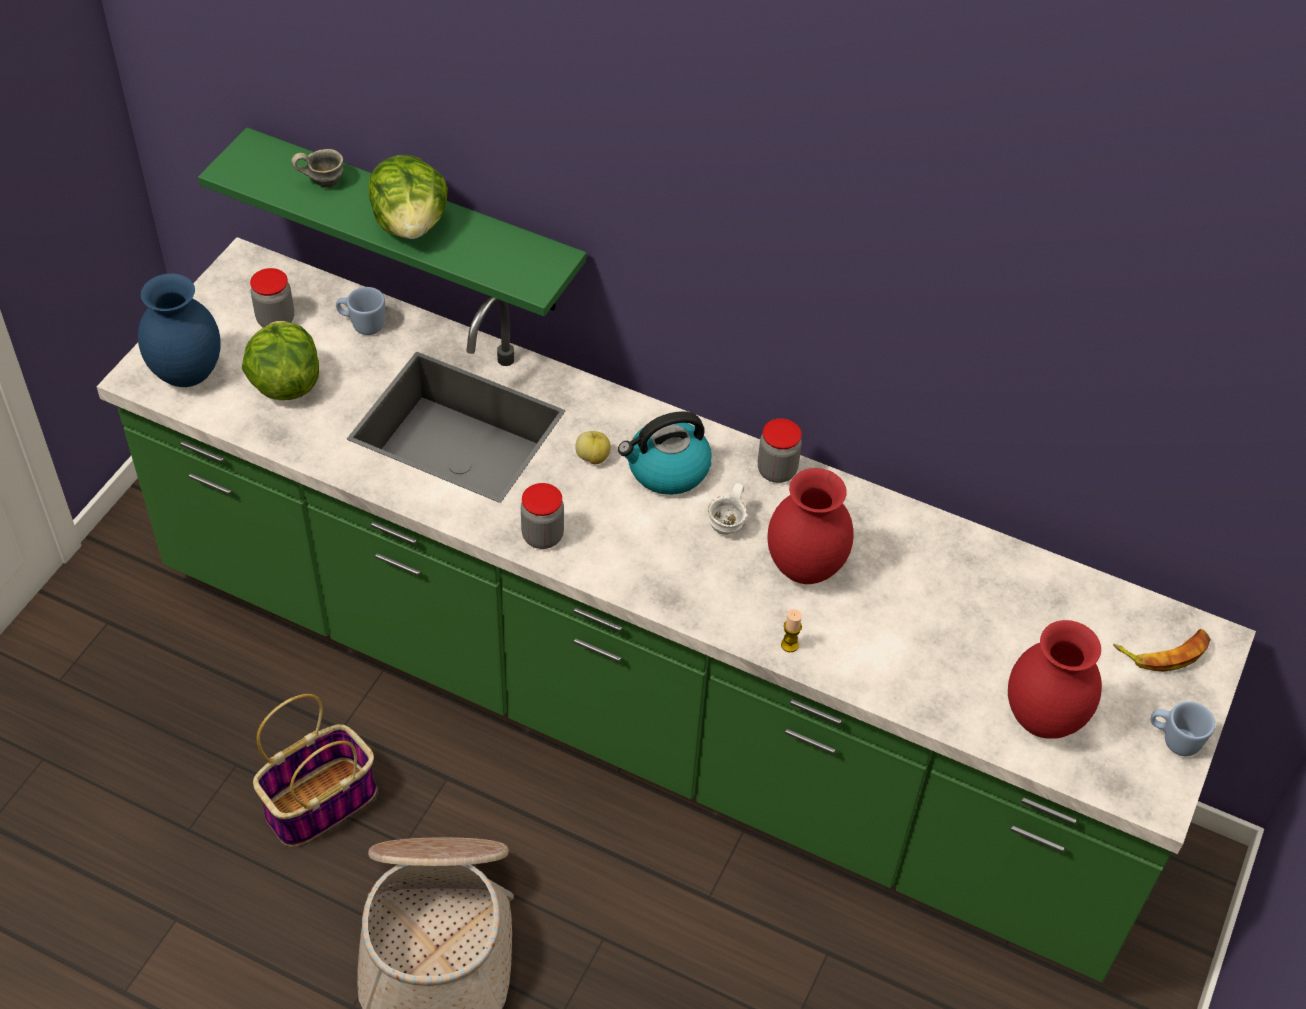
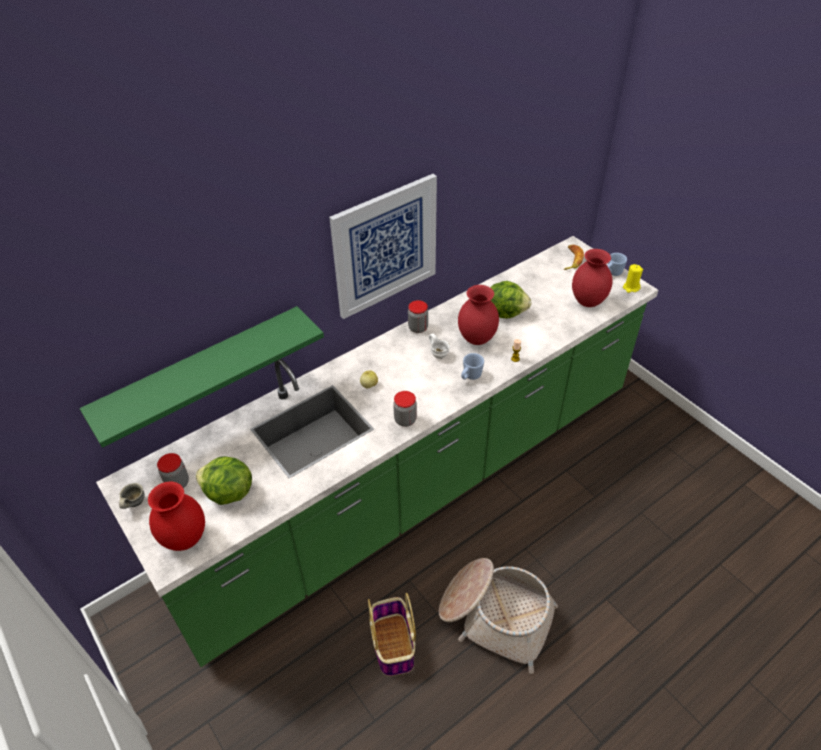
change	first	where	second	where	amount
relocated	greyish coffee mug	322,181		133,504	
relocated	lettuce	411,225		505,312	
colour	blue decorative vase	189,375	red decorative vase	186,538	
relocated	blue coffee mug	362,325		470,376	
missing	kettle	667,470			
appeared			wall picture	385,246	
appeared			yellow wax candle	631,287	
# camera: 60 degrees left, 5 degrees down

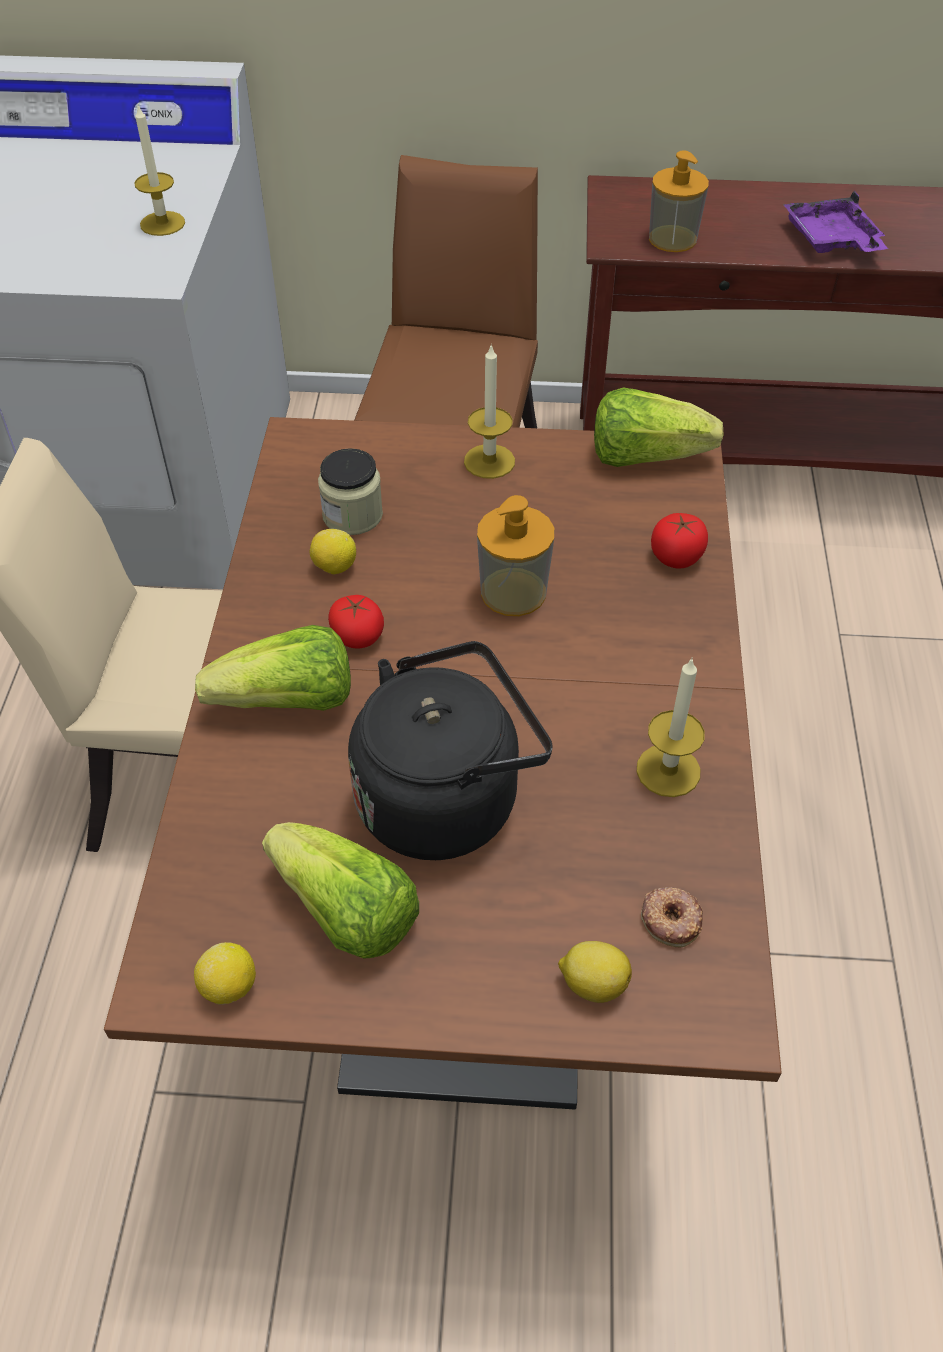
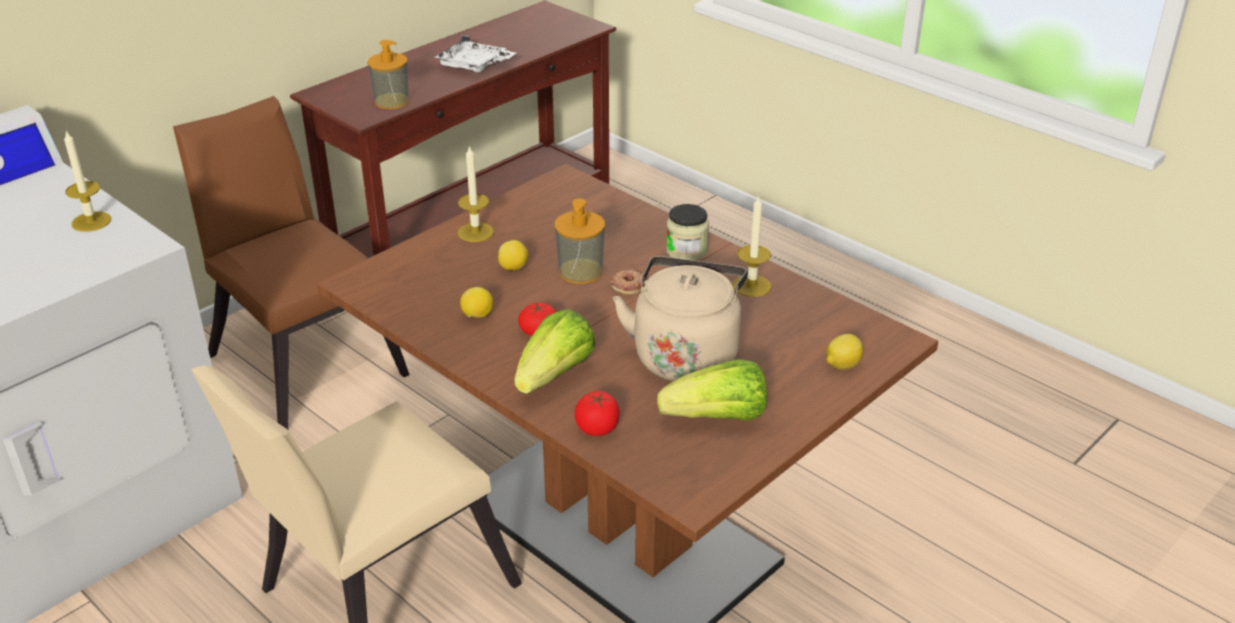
change	first	where	second	where	amount
colour	purple carrying tray	831,240	white carrying tray	474,65	
missing	lettuce	645,456			
relocated	storage jar	352,515		686,251	
relocated	fresh tomato	676,557		597,428	
colour	black-coloured kettle	445,797	beige kettle	685,355	
relocated	ring doughnut	671,919		628,285	
relocated	citrus fruit	229,987		514,268	
# camera: 50 degrees left, 15 degrees down

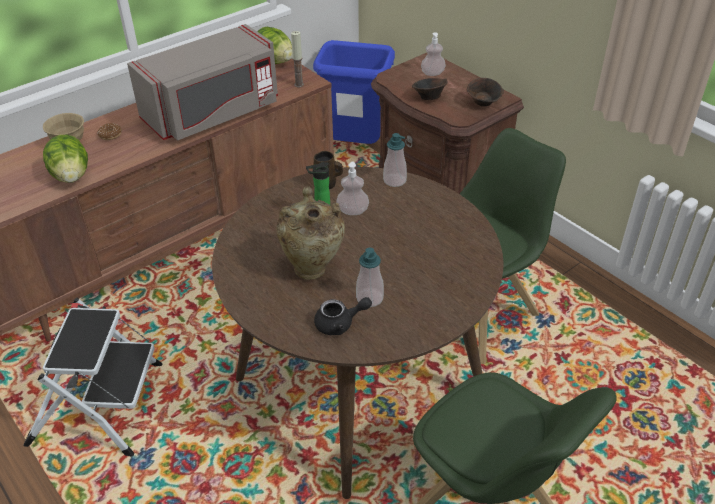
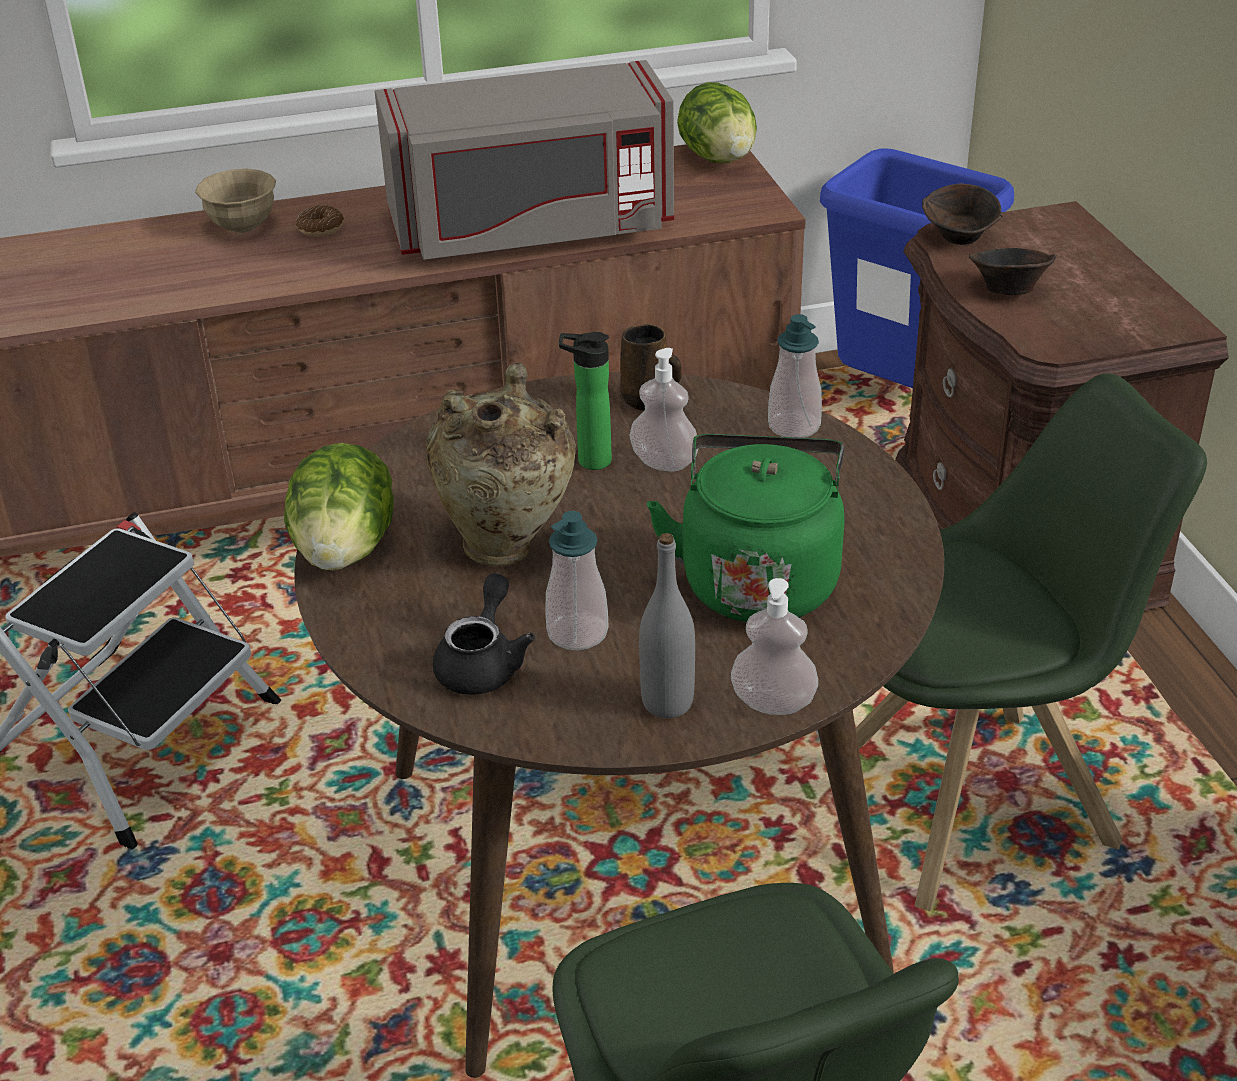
change	first	where	second	where	amount
missing	wax candle	299,84			
relocated	liquid soap bottle	432,73		773,702	
relocated	brown-coloured deep dish	484,103		960,239	
relocated	lettuce	71,176		345,551	
spun	black-coloured teapot	340,324		483,663	90 degrees counterclockwise
appeared			green kettle	758,580	
appeared			greyish beverage bottle	667,702	
# camera: 25 degrees right, 5 degrees down

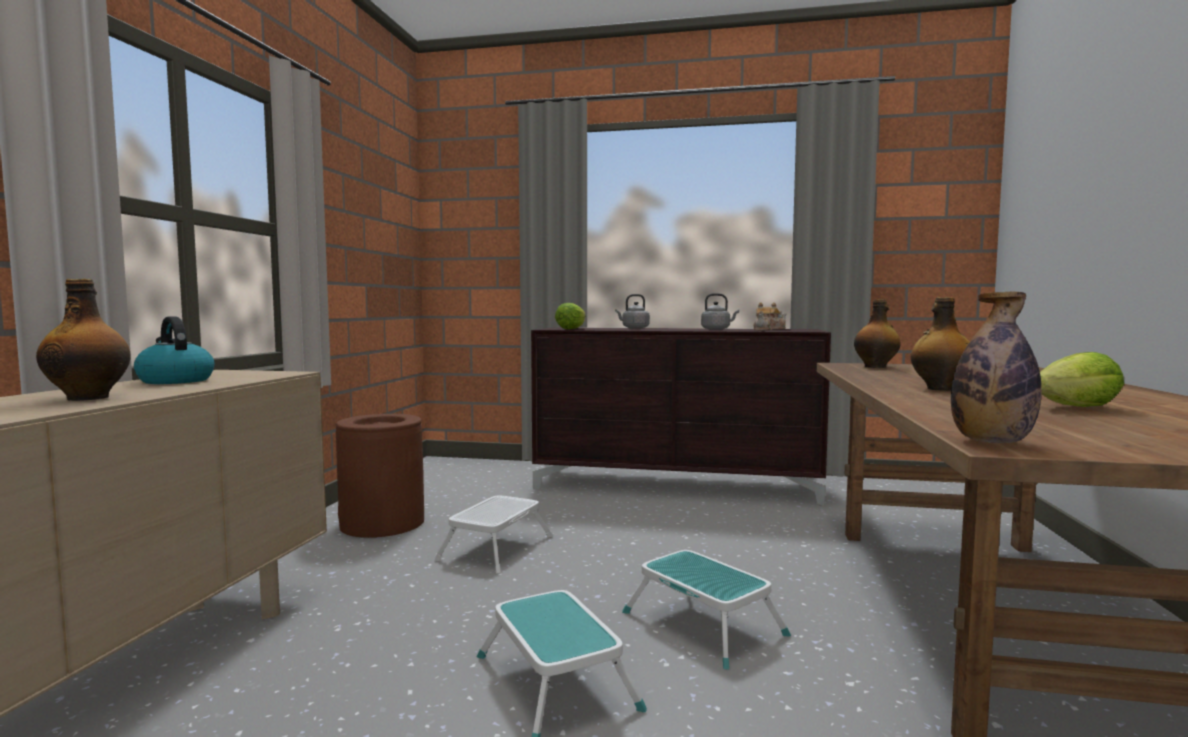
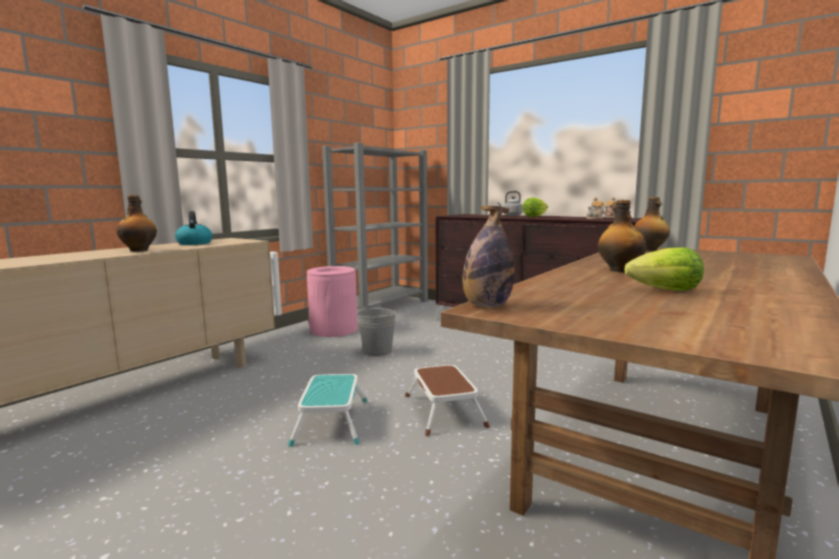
change	first	where	second	where	amount
missing	greyish kettle	717,329			
relocated	lettuce	571,329		534,216	
colour	brown-coloured trash can	382,523	pinkish trash can	333,330	
exchanged	white step ladder	496,548	greyish bucket	377,351	
colour	blue-green step ladder	702,623	brown-coloured step ladder	443,410	
appeared			greyish bookshelf	381,307	
# camera: 25 degrees right, 5 degrees up

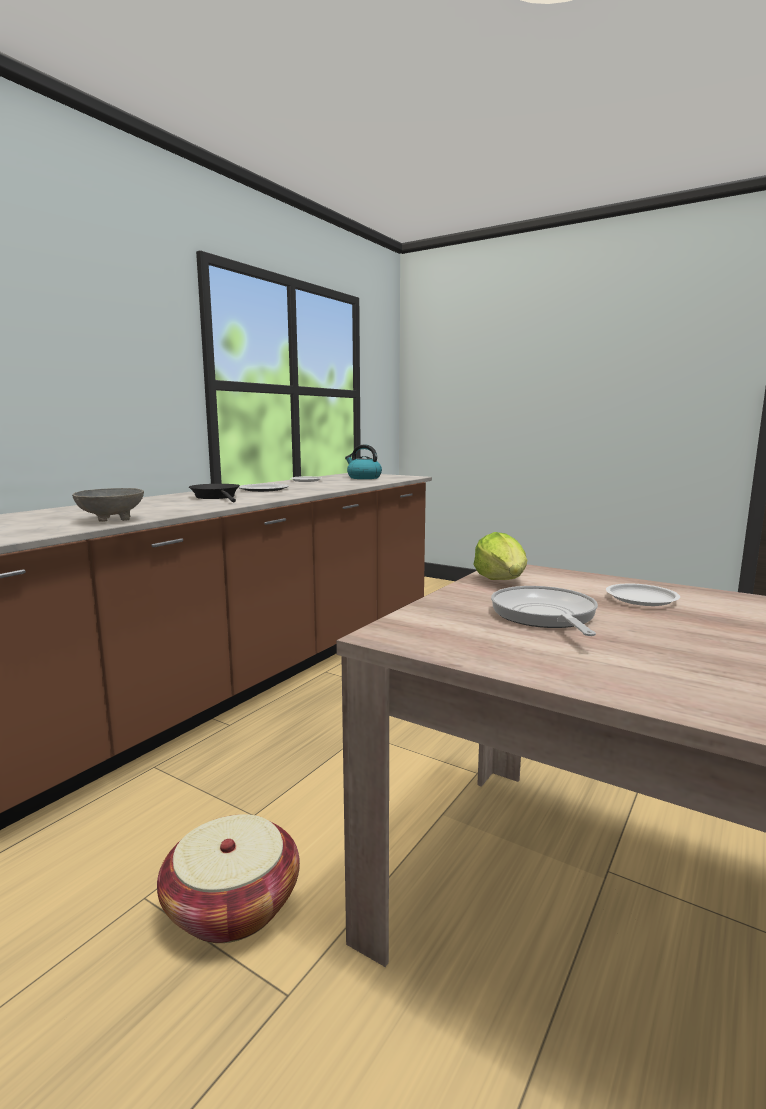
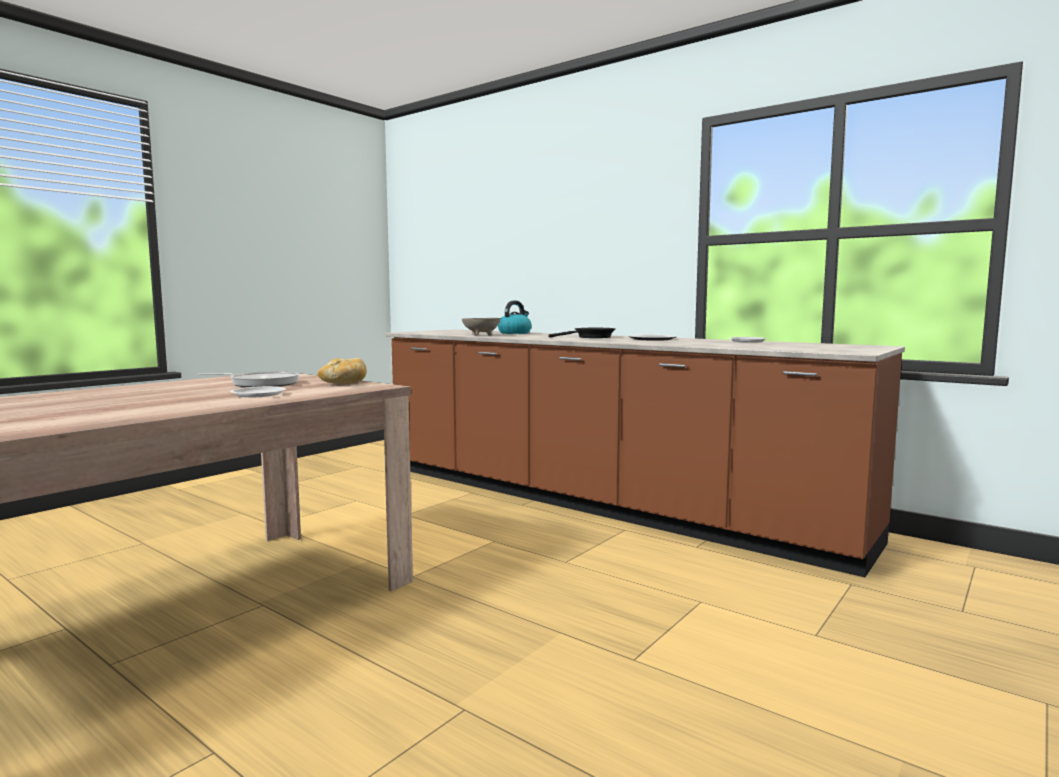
change	first	where	second	where	amount
relocated	kettle	363,478		515,333	
exchanged	lettuce	502,581	bread	343,383	
missing	storage basket	232,905			
# camera: 95 degrees right, 5 degrees down

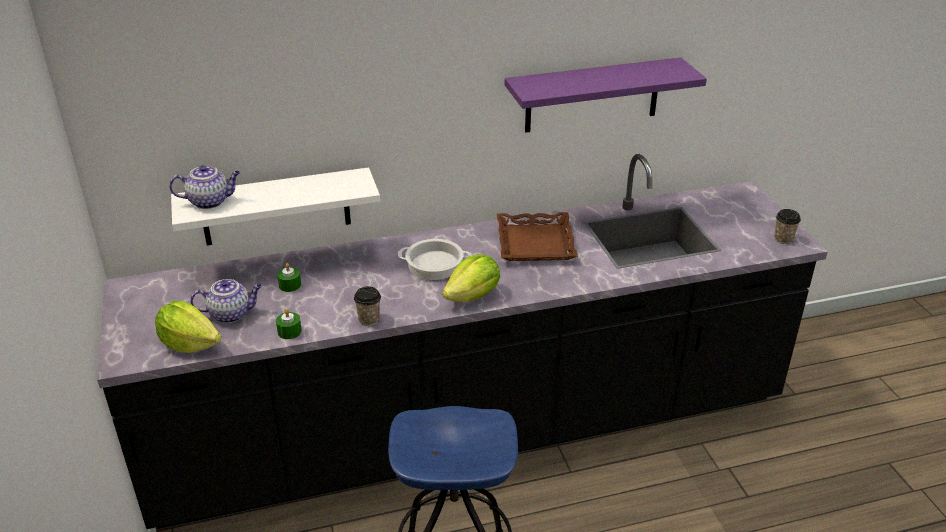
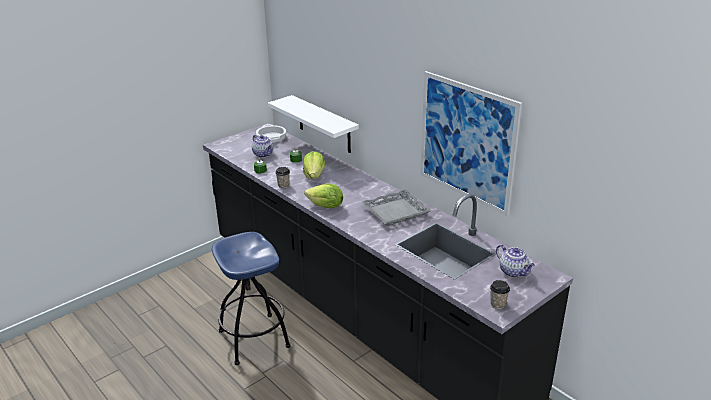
change	first	where	second	where	amount
exchanged	purple wall shelf	592,95	wall picture	467,142	
relocated	teapot	210,201		514,272	
colour	brown-coloured carrying tray	534,243	greyish carrying tray	395,211	
relocated	cooking pot	434,265		271,137	
relocated	lettuce	189,344		314,175	
# camera: 65 degrees right, 5 degrees down

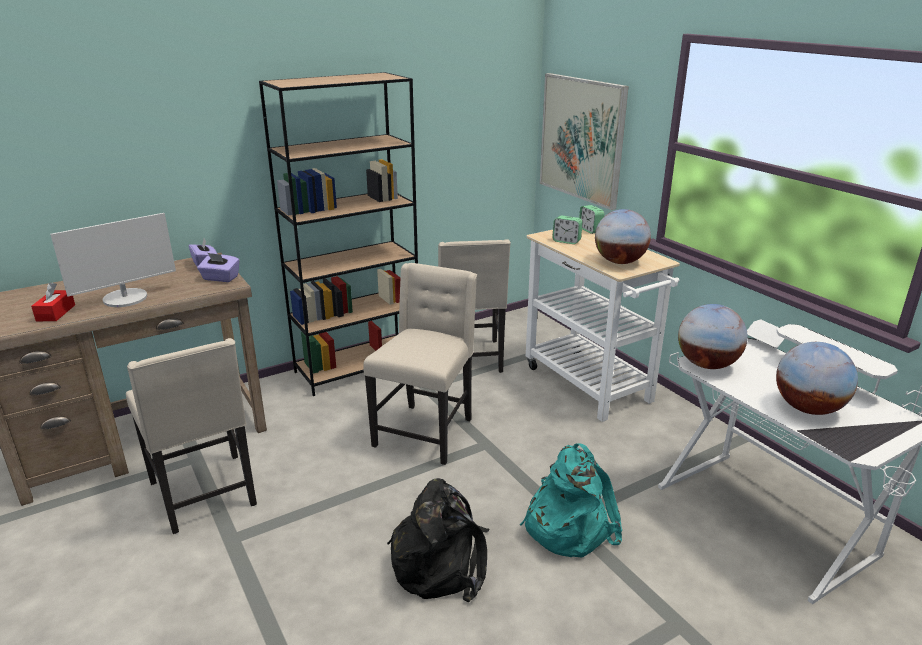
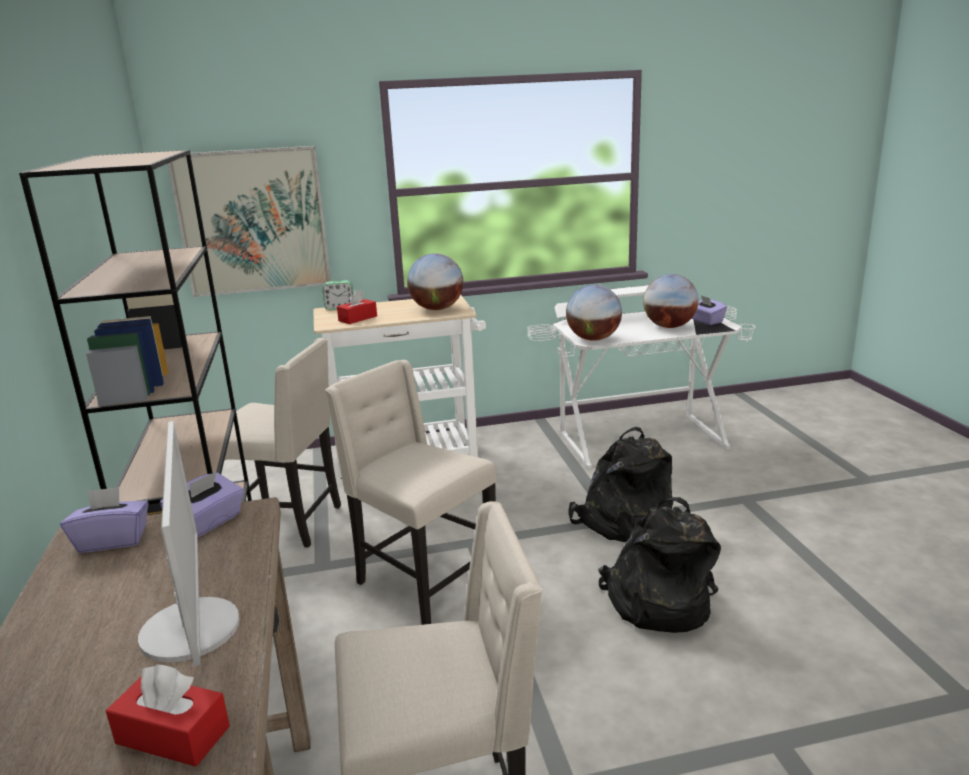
change	first	where	second	where	amount
exchanged	bedside clock	566,241	red tissue holder	358,318	
colour	blue-green rucksack	567,525	black-coloured rucksack	622,521	
appeared			purple tissue holder	706,321	
# camera: 70 degrees left, 5 degrees down

